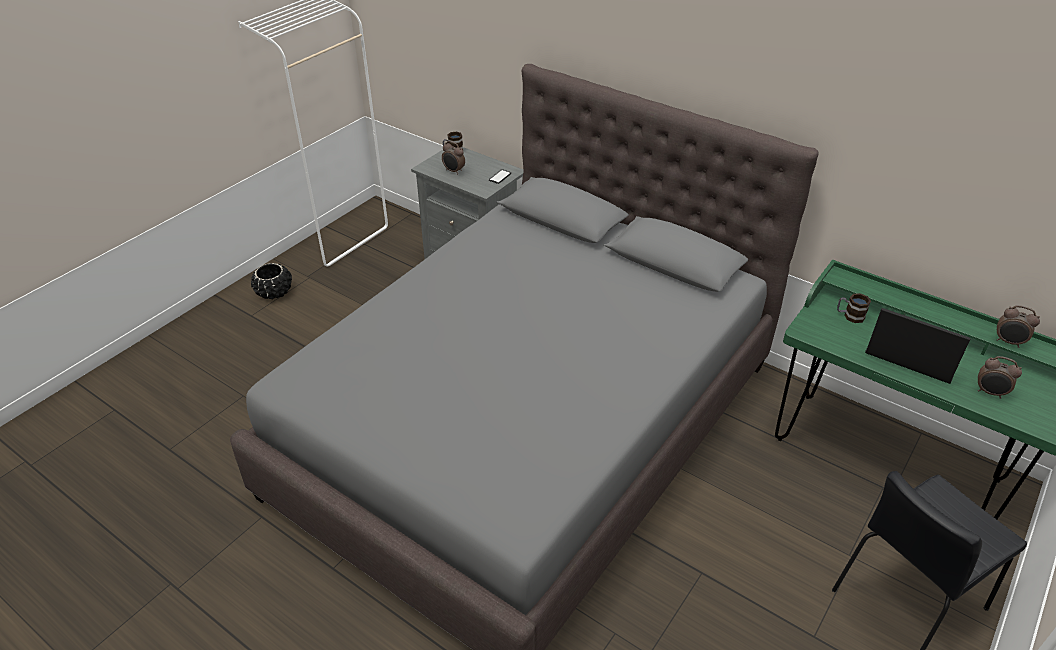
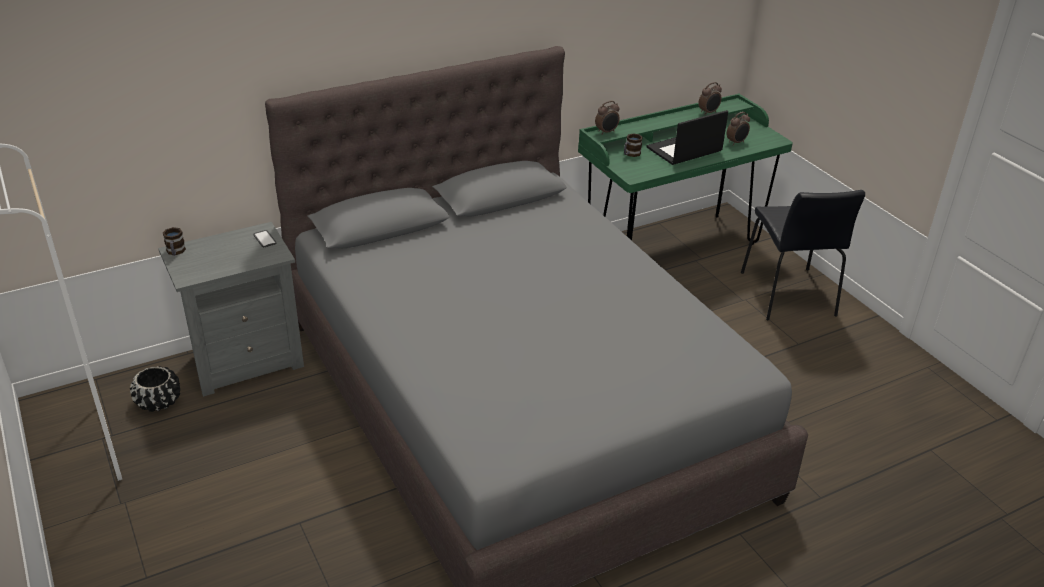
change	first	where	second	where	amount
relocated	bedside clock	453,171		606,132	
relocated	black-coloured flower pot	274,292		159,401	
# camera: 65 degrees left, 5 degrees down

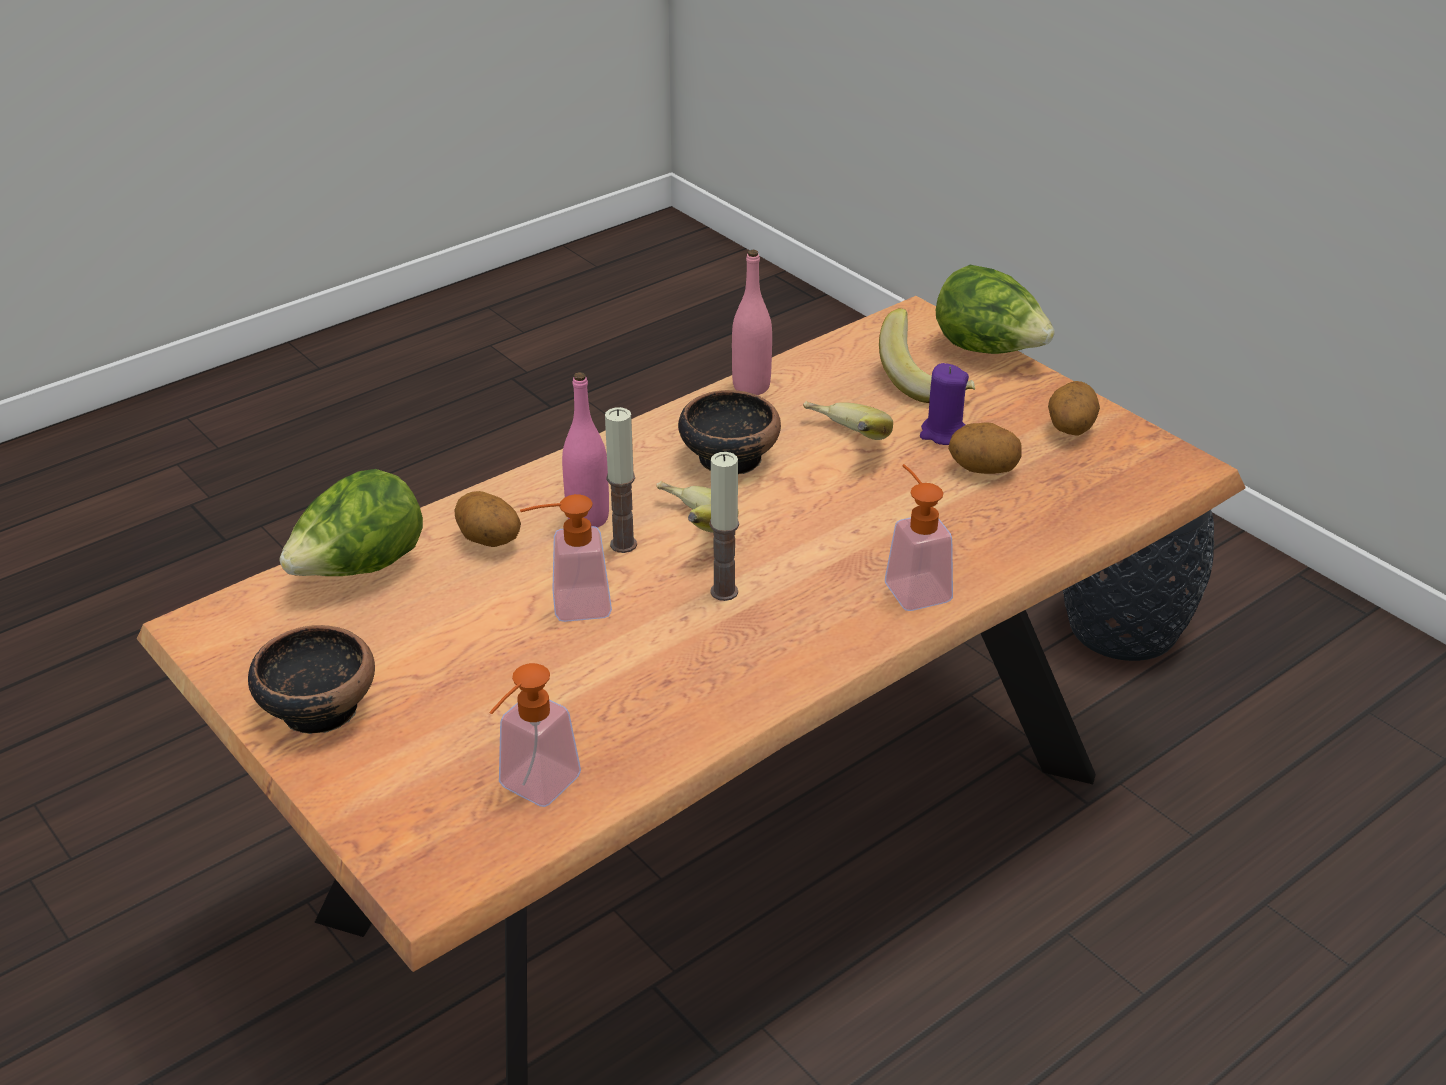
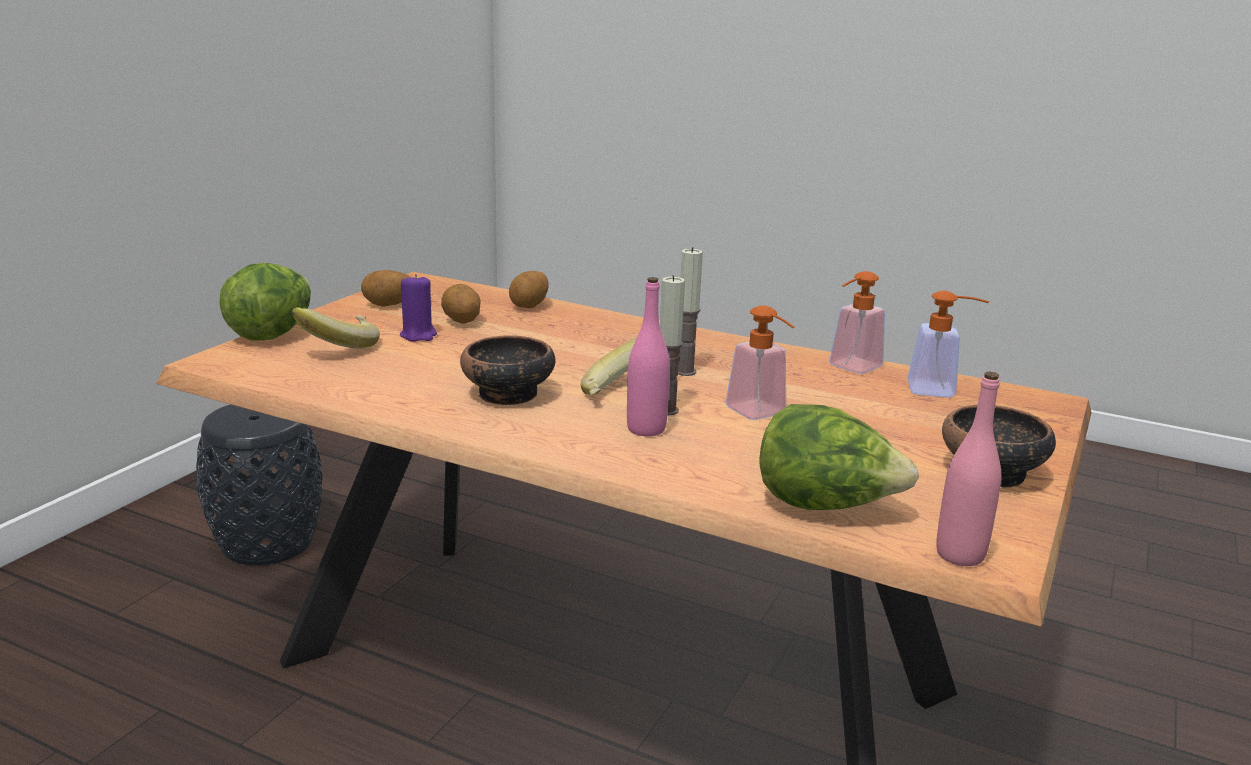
change	first	where	second	where	amount
relocated	pinkish beverage bottle	751,387		960,555	
missing	banana fruit	842,444			
relocated	liquid soap bottle	912,585		850,368	
relocated	potato	488,541		529,306	
# camera: 115 degrees left, 15 degrees down

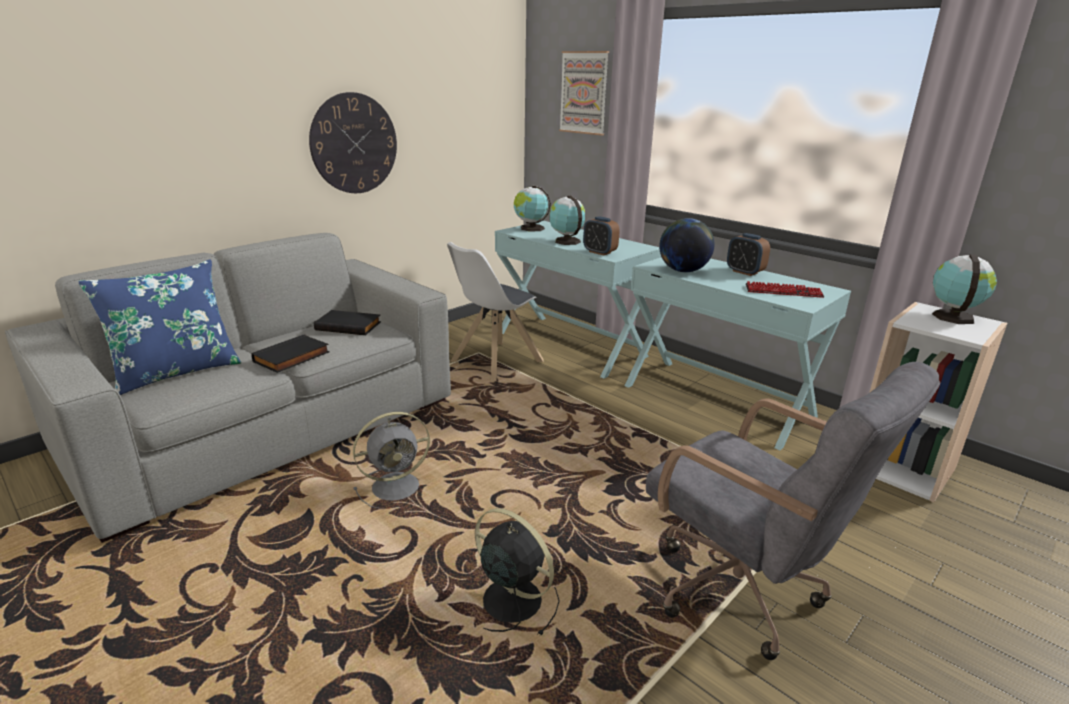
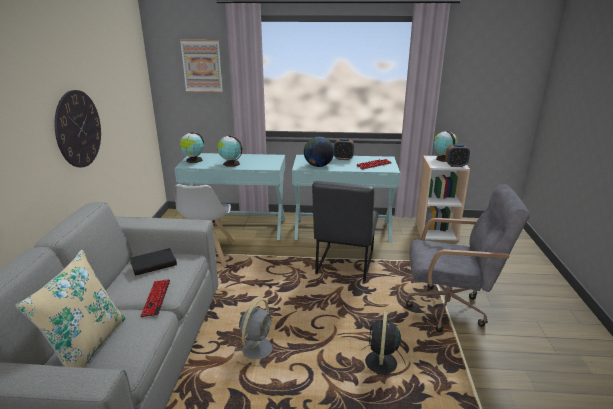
change	first	where	second	where	amount
relocated	bedside clock	599,252		456,165	
colour	blue pillow	176,372	beige pillow	86,346	
exchanged	black-coloured bound book	292,357	keyboard	156,298	
spun	black-coloured electric fan	509,599		380,364	75 degrees counterclockwise
appeared			greyish chair	344,263	
# camera: 40 degrees left, 0 degrees up

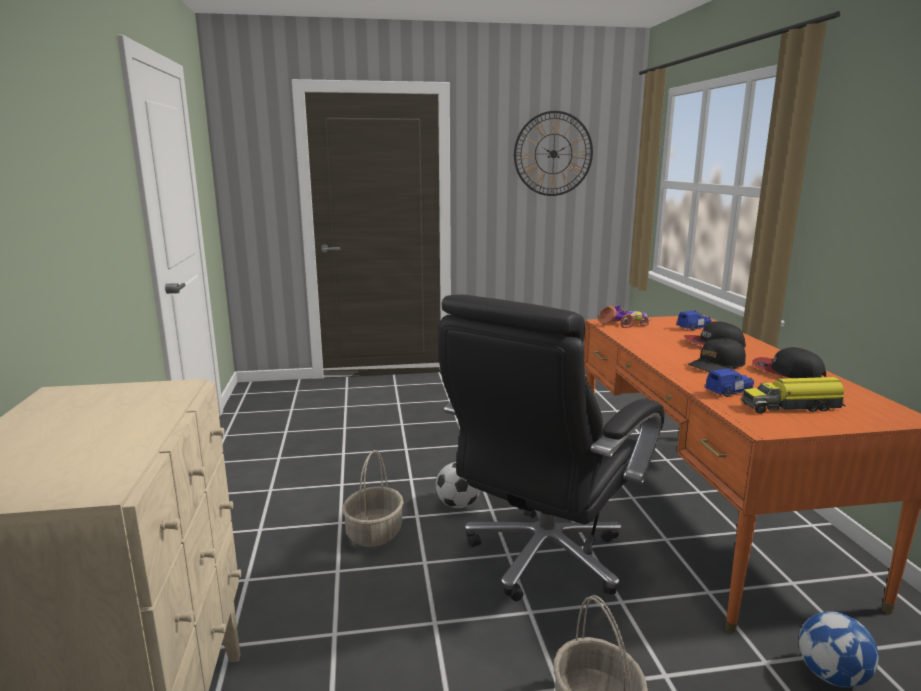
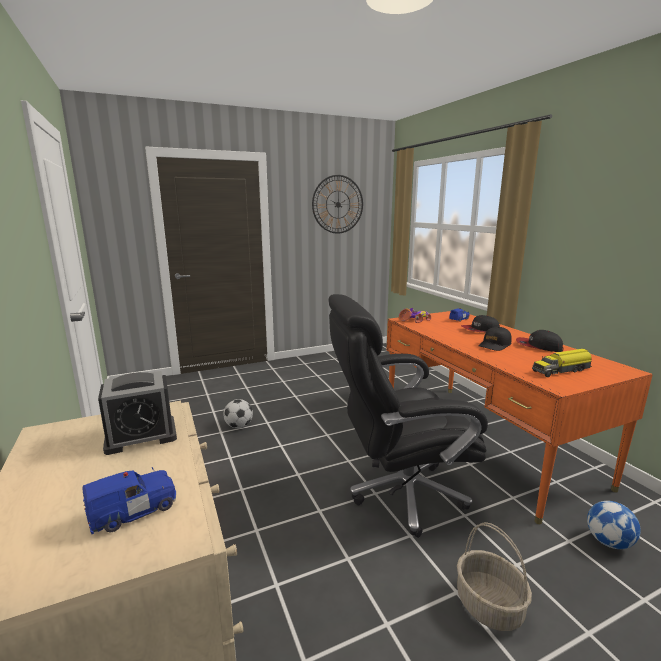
change	first	where	second	where	amount
spun	black-coloured desk chair	541,562		400,495	60 degrees clockwise
relocated	blue miniature car	729,392		134,511	
missing	storage basket	374,533			
relocated	football ball	458,505		239,426	
appeared			bedside clock	141,436	
# camera: 15 degrees left, 0 degrees up

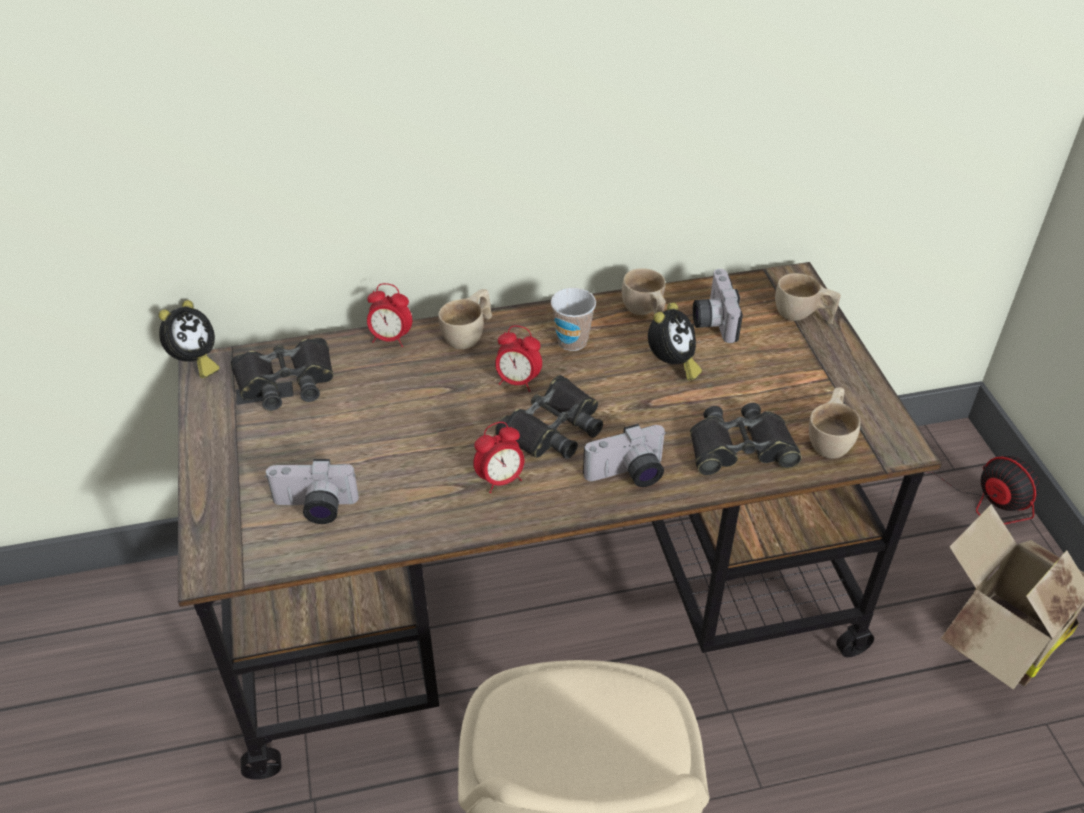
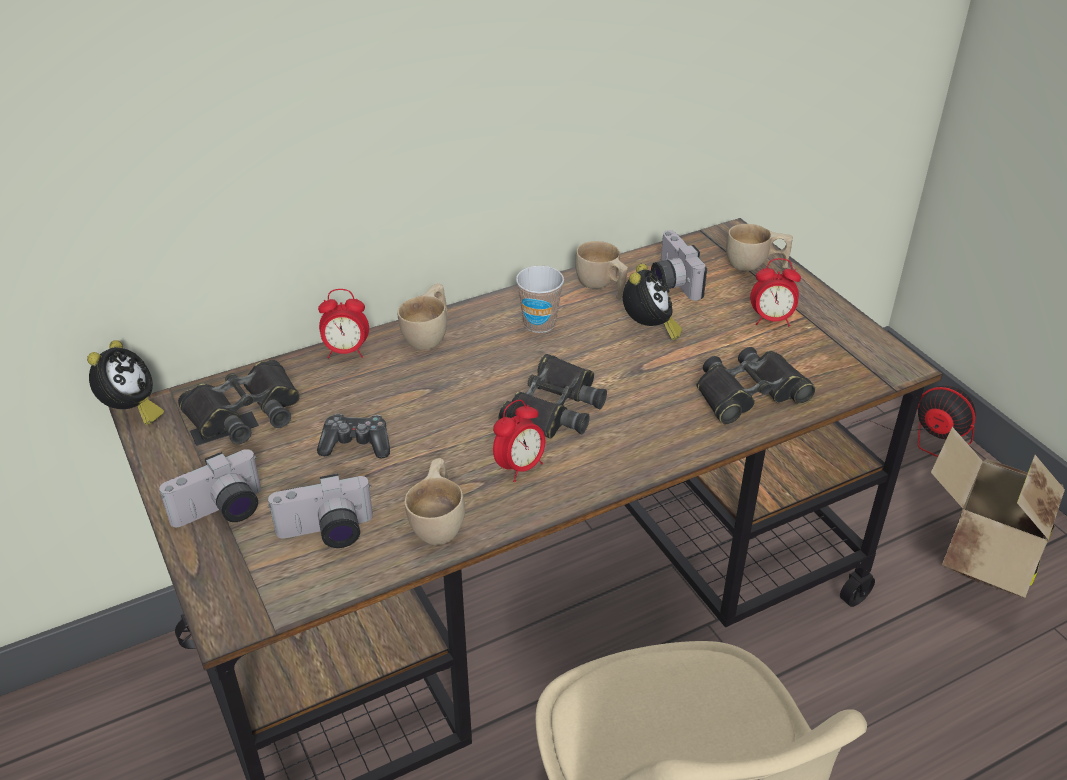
change	first	where	second	where	amount
relocated	bedside clock	518,381		771,320	
relocated	beige drinking cup	831,439		439,521	
relocated	photo camera	628,475		221,513	
appeared			joypad	356,444	
# camera: 15 degrees left, 5 degrees down

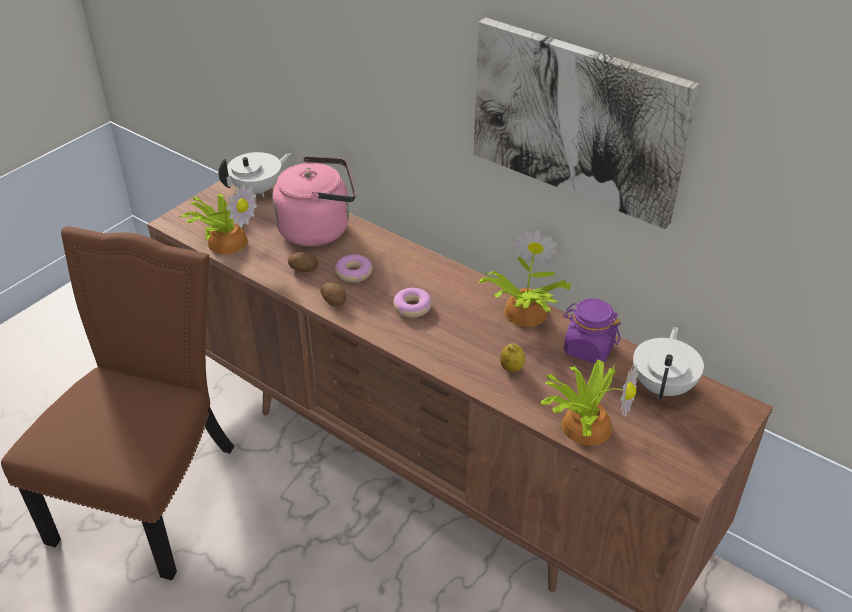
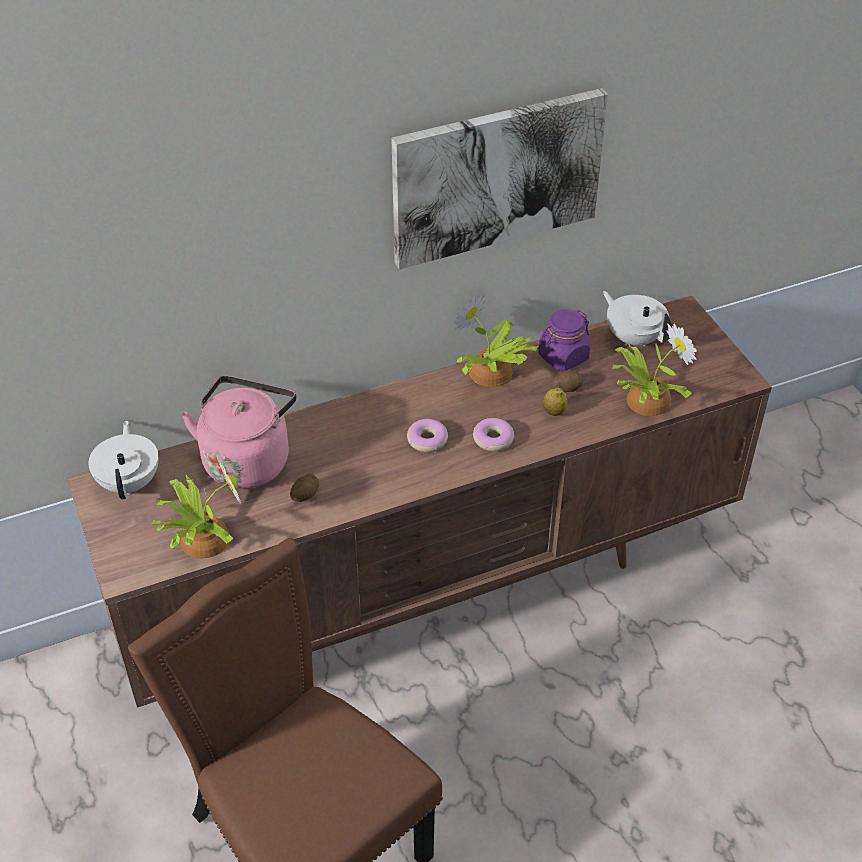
change	first	where	second	where	amount
relocated	ring doughnut	354,273		493,439	
relocated	potato	334,301		566,388	
# camera: 60 degrees left, 5 degrees up

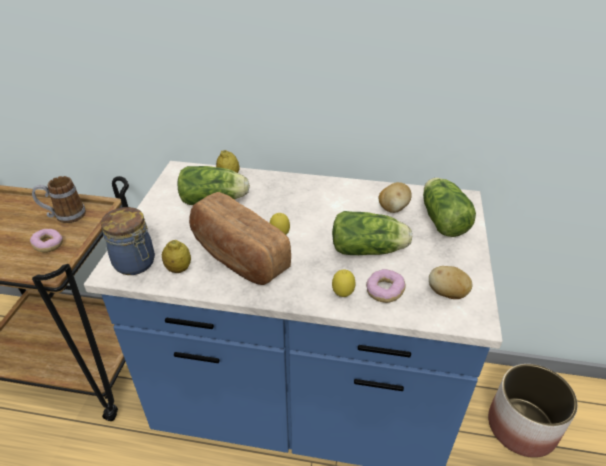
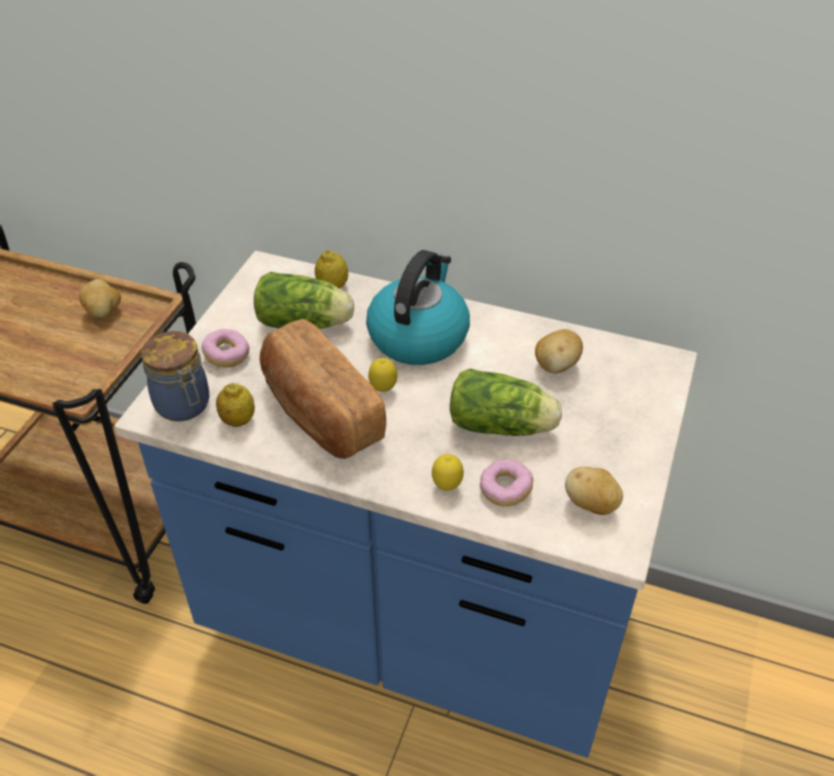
change	first	where	second	where	amount
exchanged	coffee mug	64,216	potato	104,312	
missing	lettuce	441,218			
relocated	ring doughnut	48,245		227,356	
missing	flower pot	521,426			
appeared			kettle	418,336	
# camera: 10 degrees right, 5 degrees up

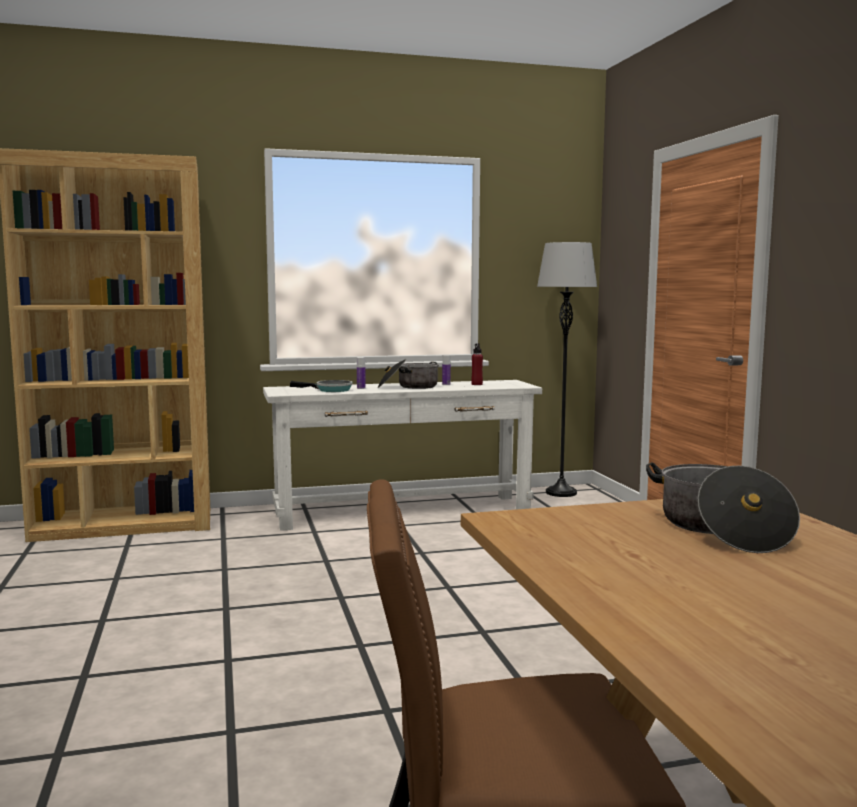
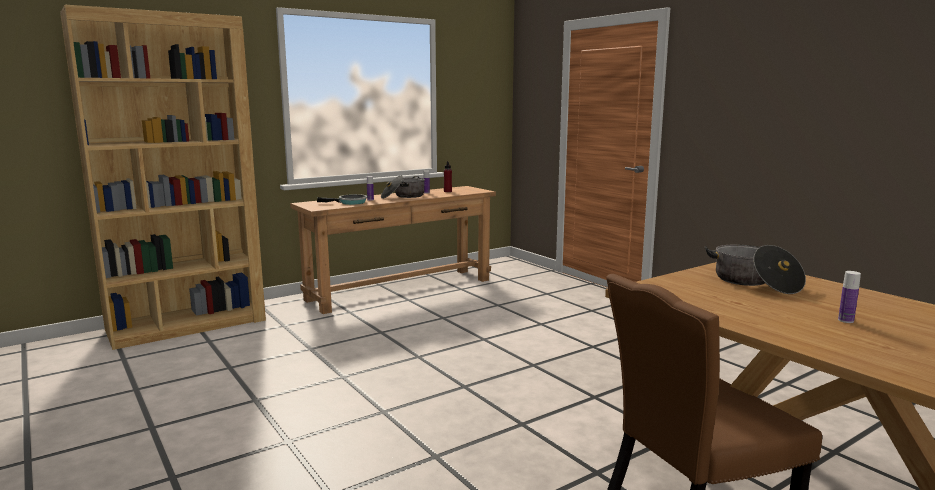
change	first	where	second	where	amount
missing	greyish standard lamp	561,493			
colour	white narrow table	403,512	brown-coloured narrow table	401,290	
appeared			beverage bottle	845,320	
# camera: 20 degrees left, 5 degrees up

